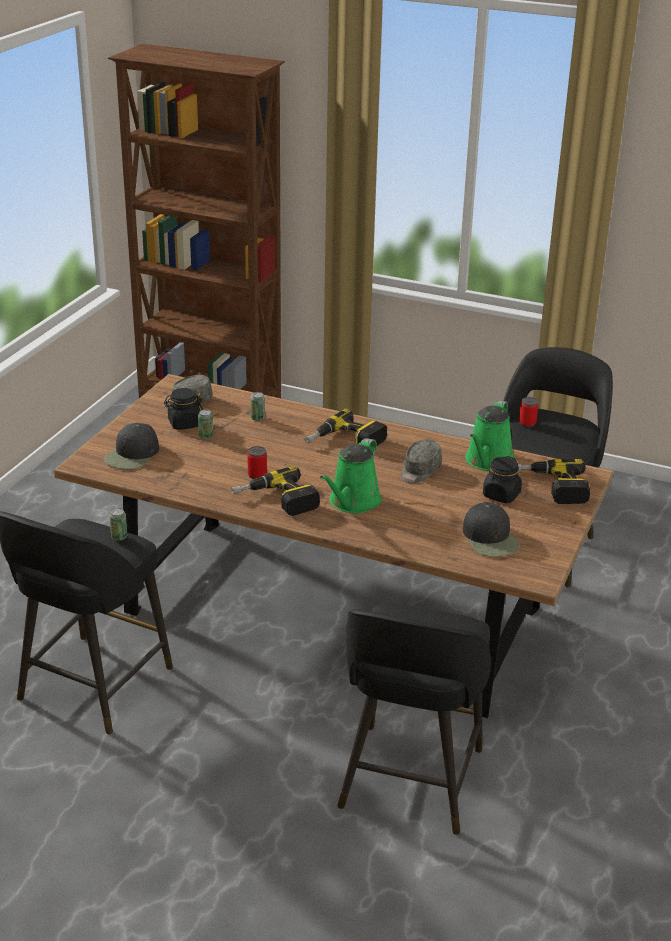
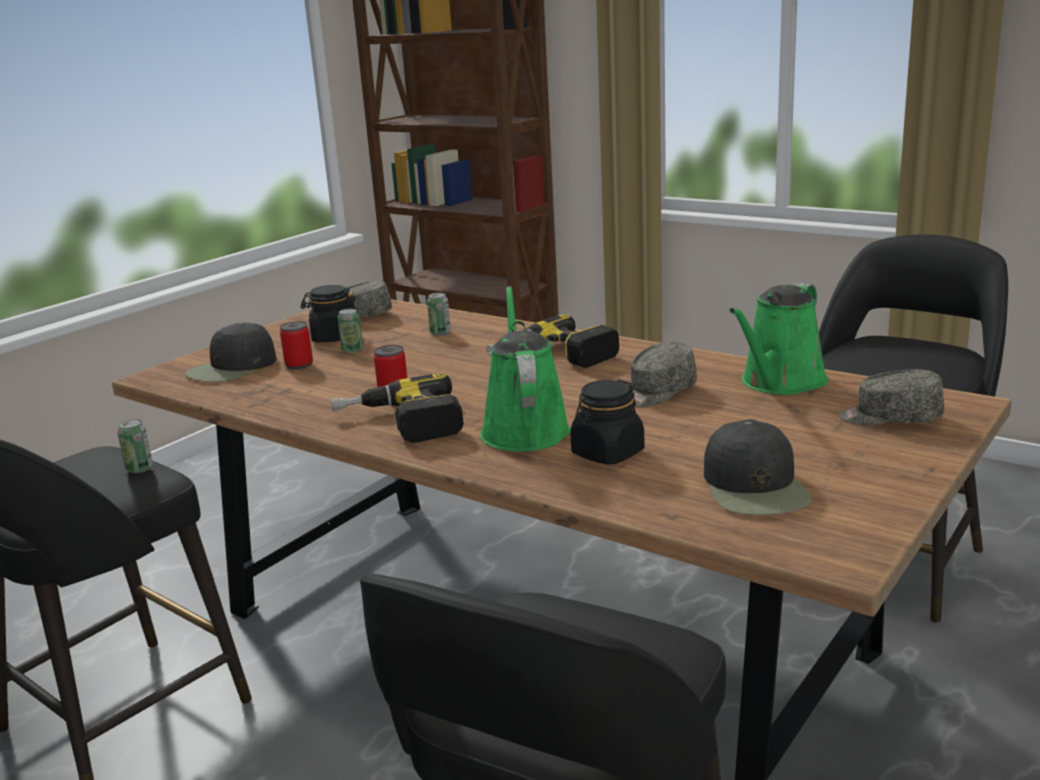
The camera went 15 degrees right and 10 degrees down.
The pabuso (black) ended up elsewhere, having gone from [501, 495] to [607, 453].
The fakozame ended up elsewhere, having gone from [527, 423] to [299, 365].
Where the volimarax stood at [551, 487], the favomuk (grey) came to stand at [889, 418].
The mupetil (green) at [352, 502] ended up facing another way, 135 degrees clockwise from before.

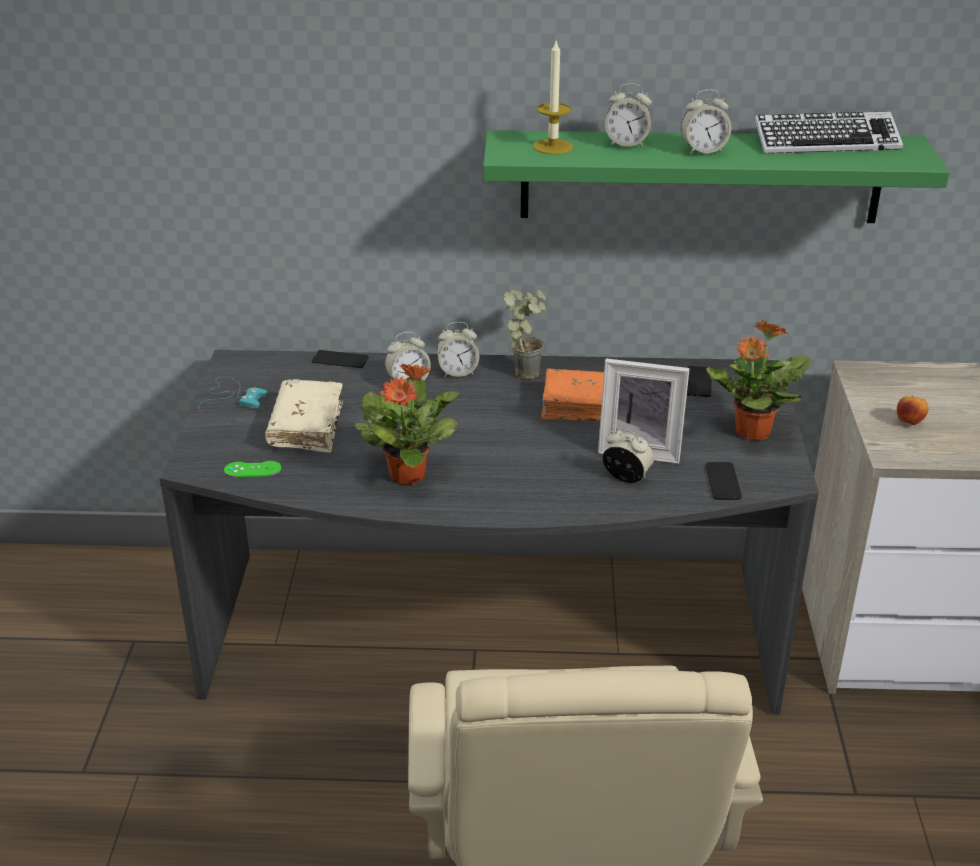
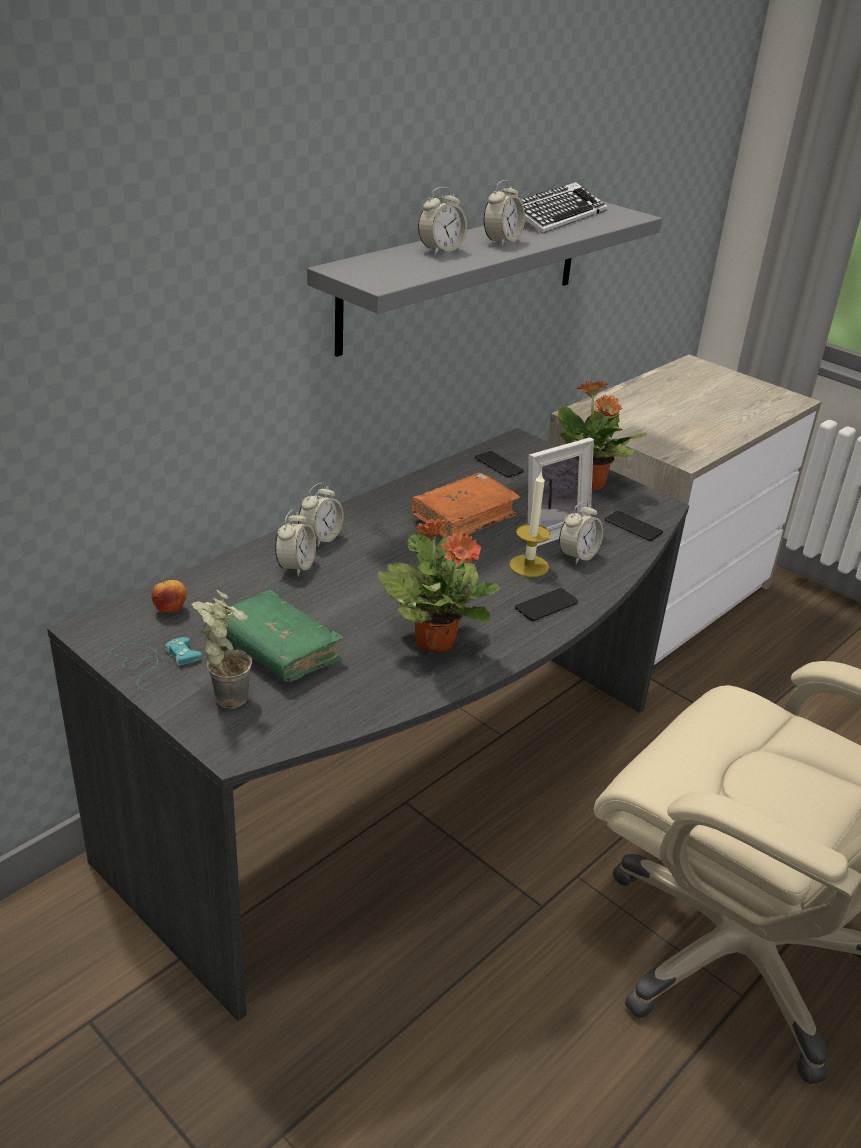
The camera went 50 degrees left and 0 degrees up.
The second view lost the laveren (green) at [252, 469].
The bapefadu ended up elsewhere, having gone from [340, 360] to [546, 605].
The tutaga ended up elsewhere, having gone from [527, 370] to [225, 694].
The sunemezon ended up elsewhere, having gone from [553, 147] to [529, 566].
The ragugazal ended up elsewhere, having gone from [909, 422] to [170, 610].
What was the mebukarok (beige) at [306, 426] turned into the mebukarok (green) at [277, 650].
What was the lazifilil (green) at [700, 176] turned into the lazifilil (grey) at [464, 273].
The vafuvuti at [626, 477] ended up facing another way, 150 degrees clockwise from before.

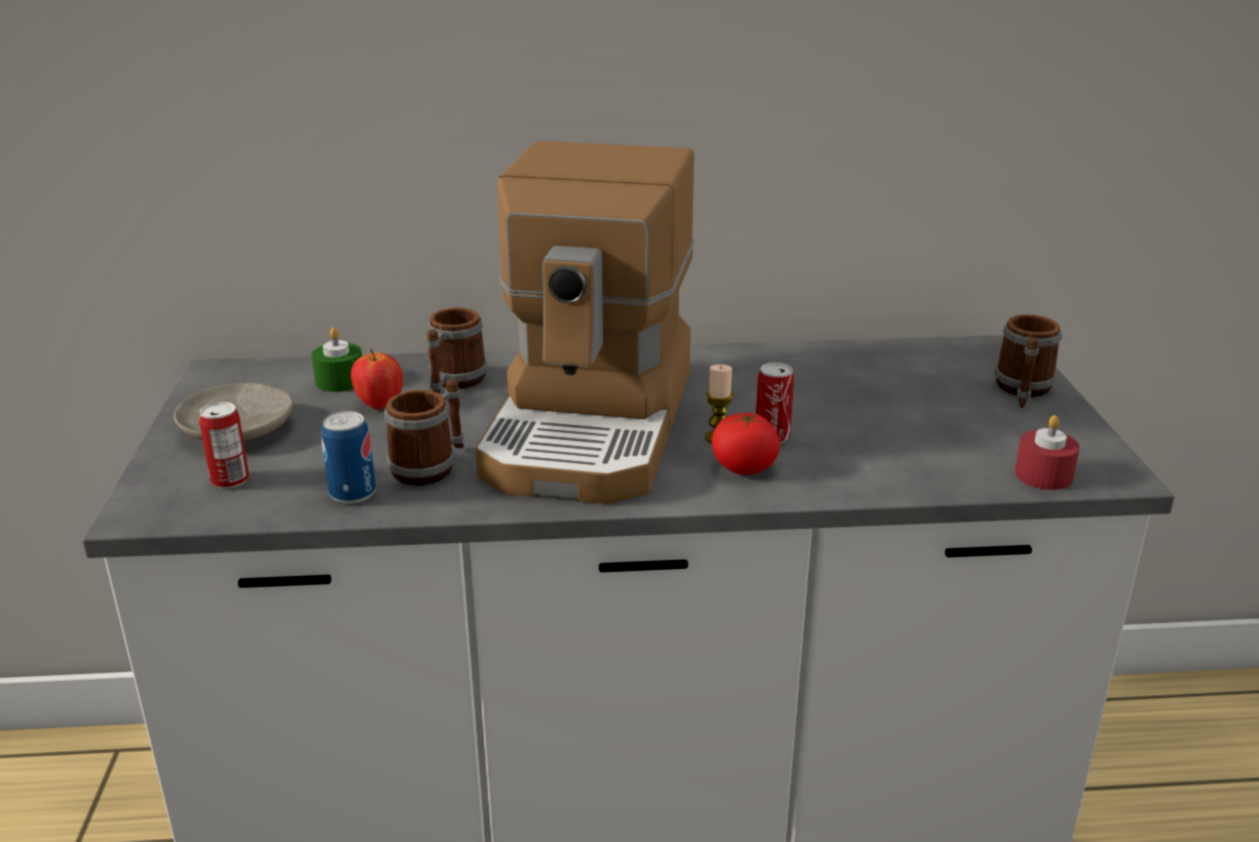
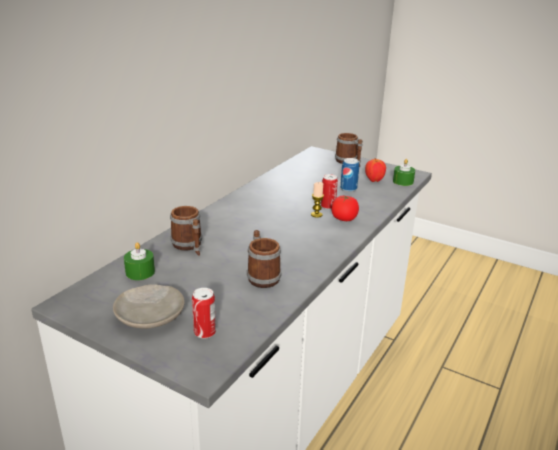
The camera went 55 degrees left and 0 degrees up.
The second view lost the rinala at [594, 425].
The fakozame ended up elsewhere, having gone from [352, 493] to [348, 189].
The ragugazal ended up elsewhere, having gone from [380, 405] to [374, 180].
What was the sunemezon (red) at [1043, 475] turned into the sunemezon (green) at [403, 181].

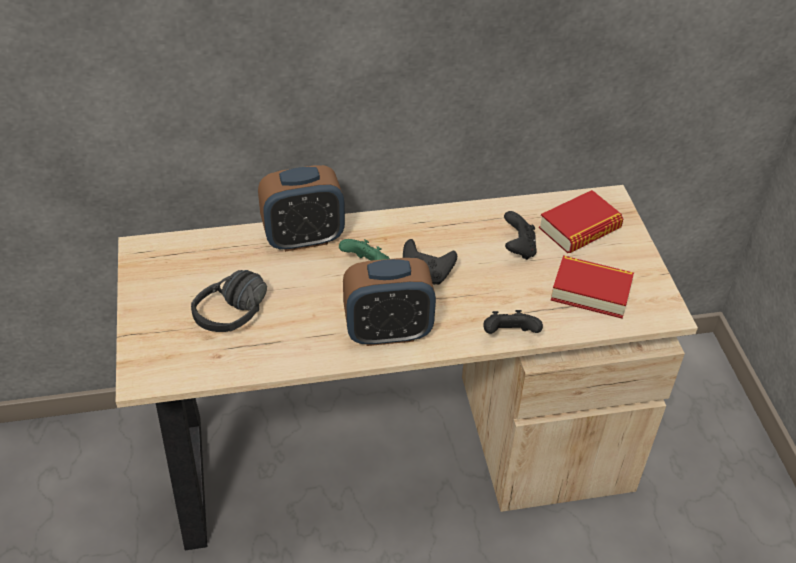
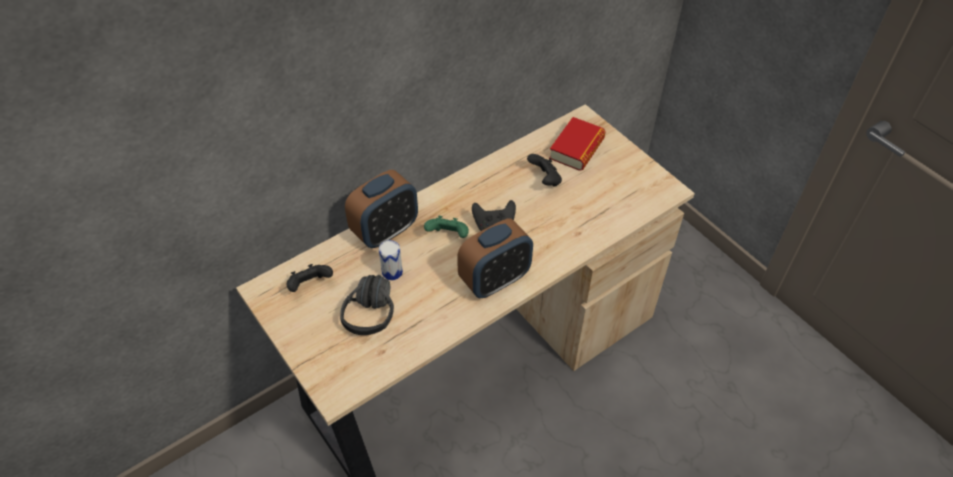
The camera went 25 degrees left and 5 degrees up.
The second view lost the mebukarok at [591, 292].
The second view gained the fakozame at [392, 272].
The laveren (black) ended up elsewhere, having gone from [509, 335] to [310, 285].

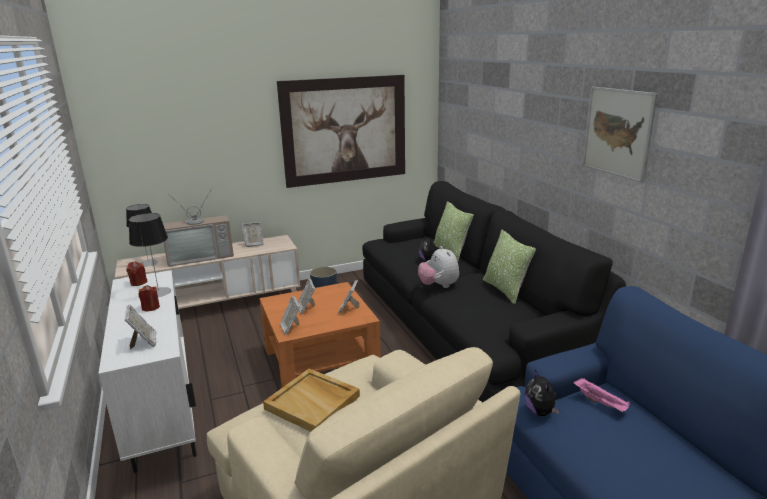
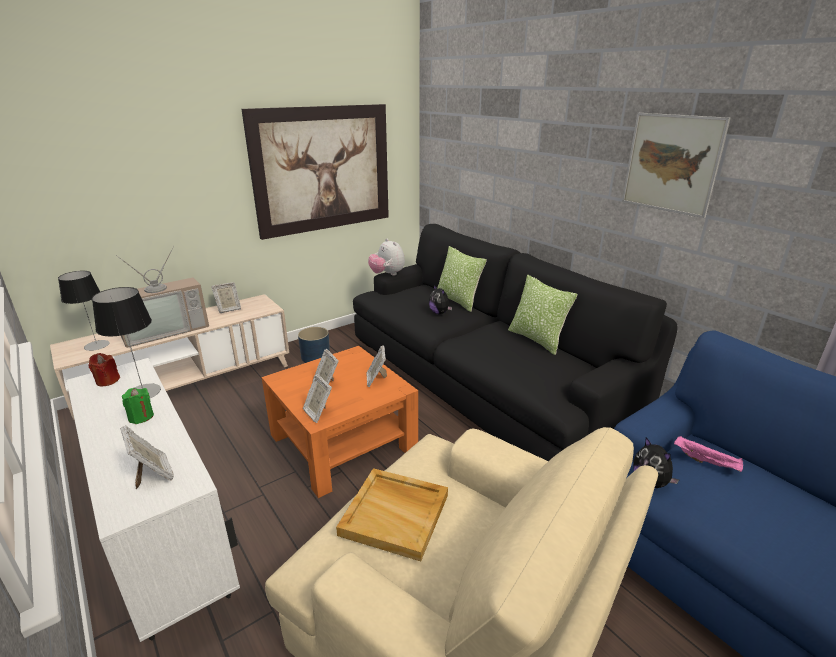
The camera went 15 degrees left and 5 degrees up.
The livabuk ended up elsewhere, having gone from [438, 286] to [387, 274].
What was the sunemezon (red) at [150, 307] turned into the sunemezon (green) at [141, 417].

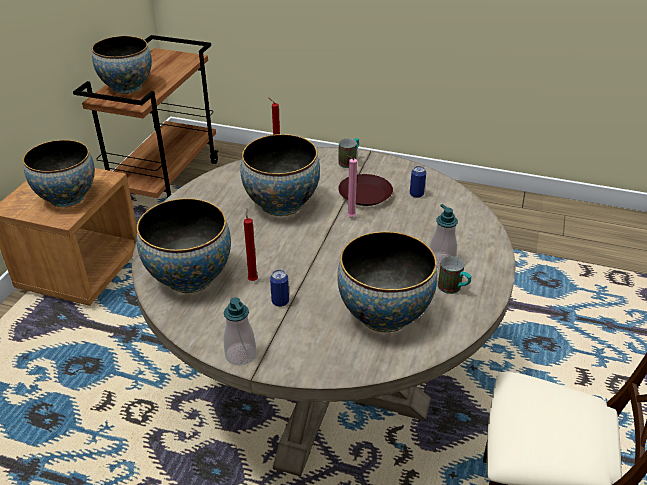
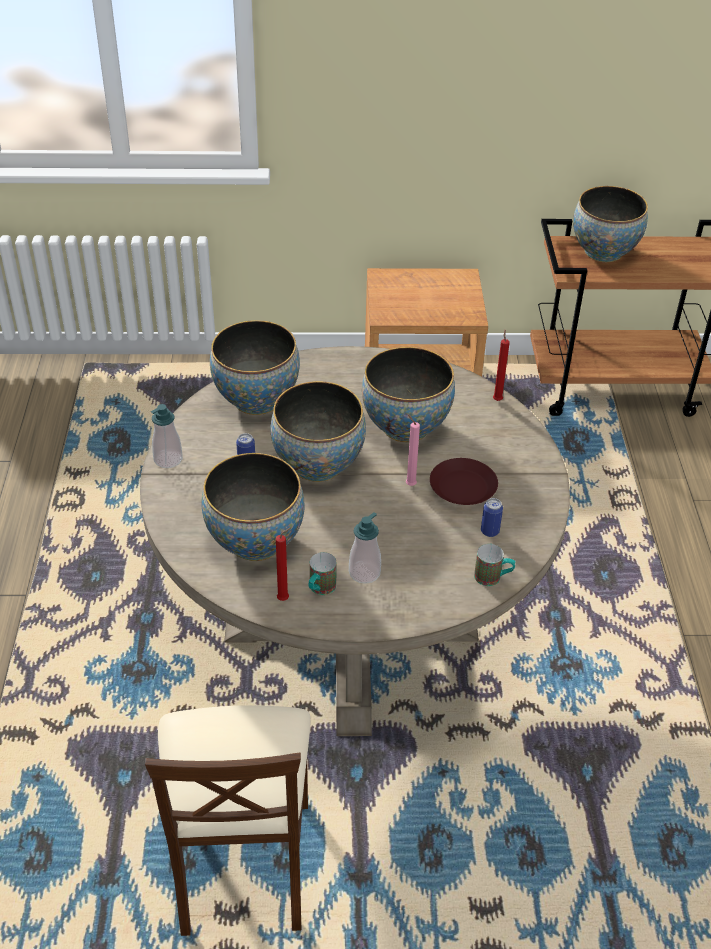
The camera went 70 degrees right and 5 degrees up.
The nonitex ended up elsewhere, having gone from [67, 197] to [318, 465].
The sunemezon (red) ended up elsewhere, having gone from [253, 279] to [285, 599].
The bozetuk ended up elsewhere, having gone from [349, 161] to [493, 578].

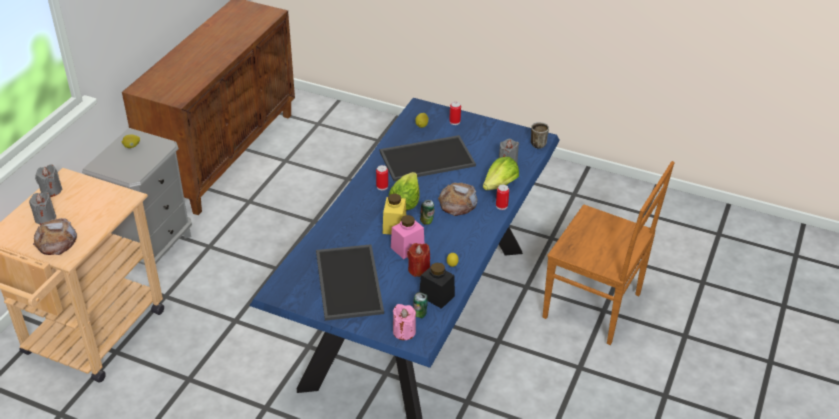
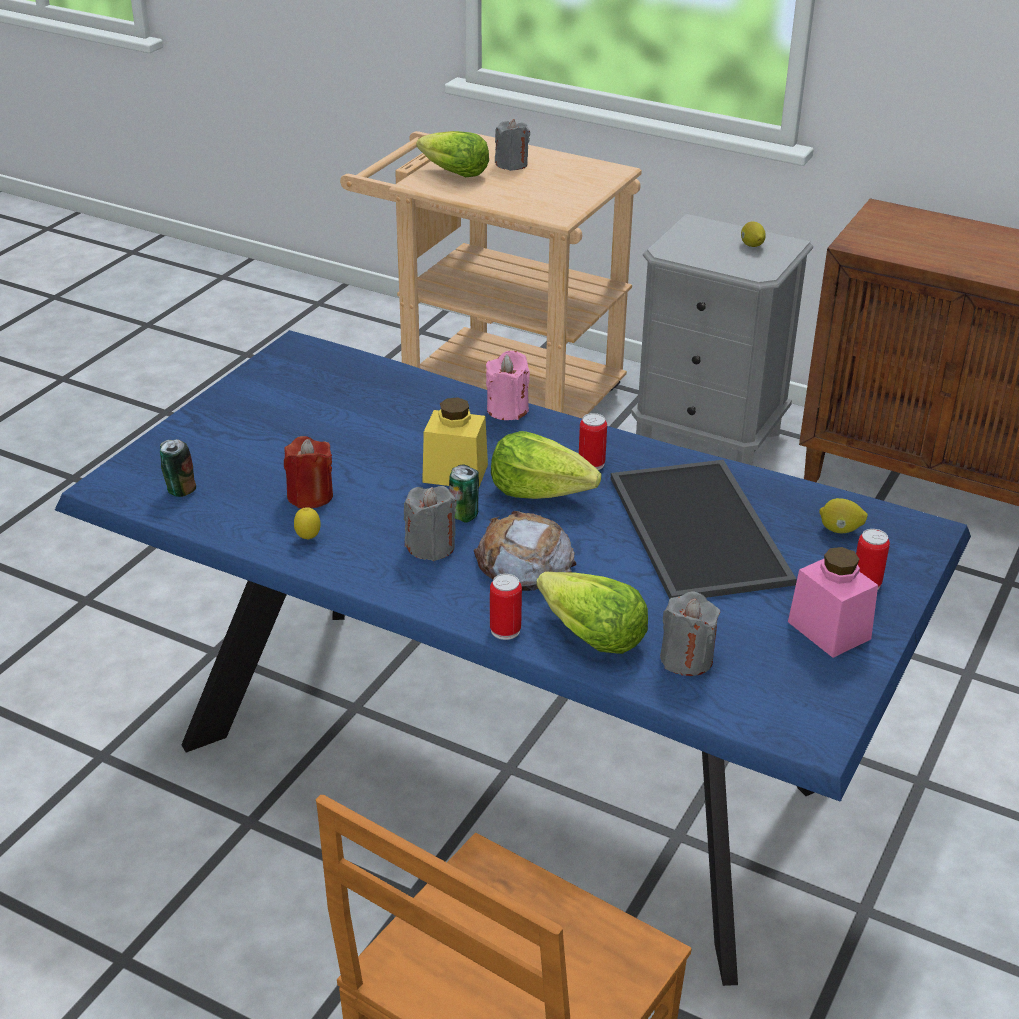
The camera went 95 degrees right and 5 degrees down.
The second view lost the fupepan at [347, 281].
The second view lost the pabuso (black) at [436, 296].
The second view lost the bozetuk at [538, 143].
The sunemezon (grey) ended up elsewhere, having gone from [51, 191] to [431, 546].
The pabuso (pink) ended up elsewhere, having gone from [407, 248] to [829, 630].
The sunemezon (pink) ended up elsewhere, having gone from [404, 332] to [507, 409].
Where the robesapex stood at [56, 241], the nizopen came to stand at [453, 173].

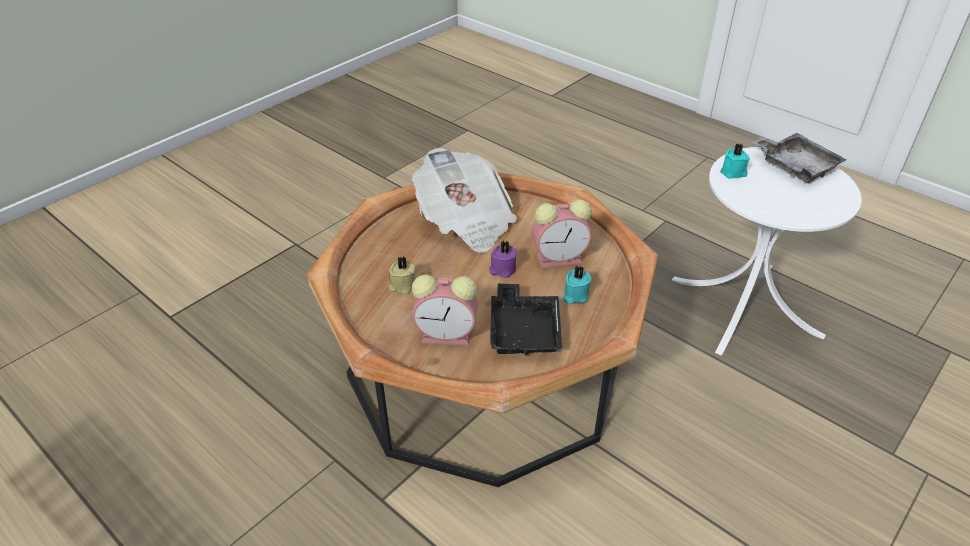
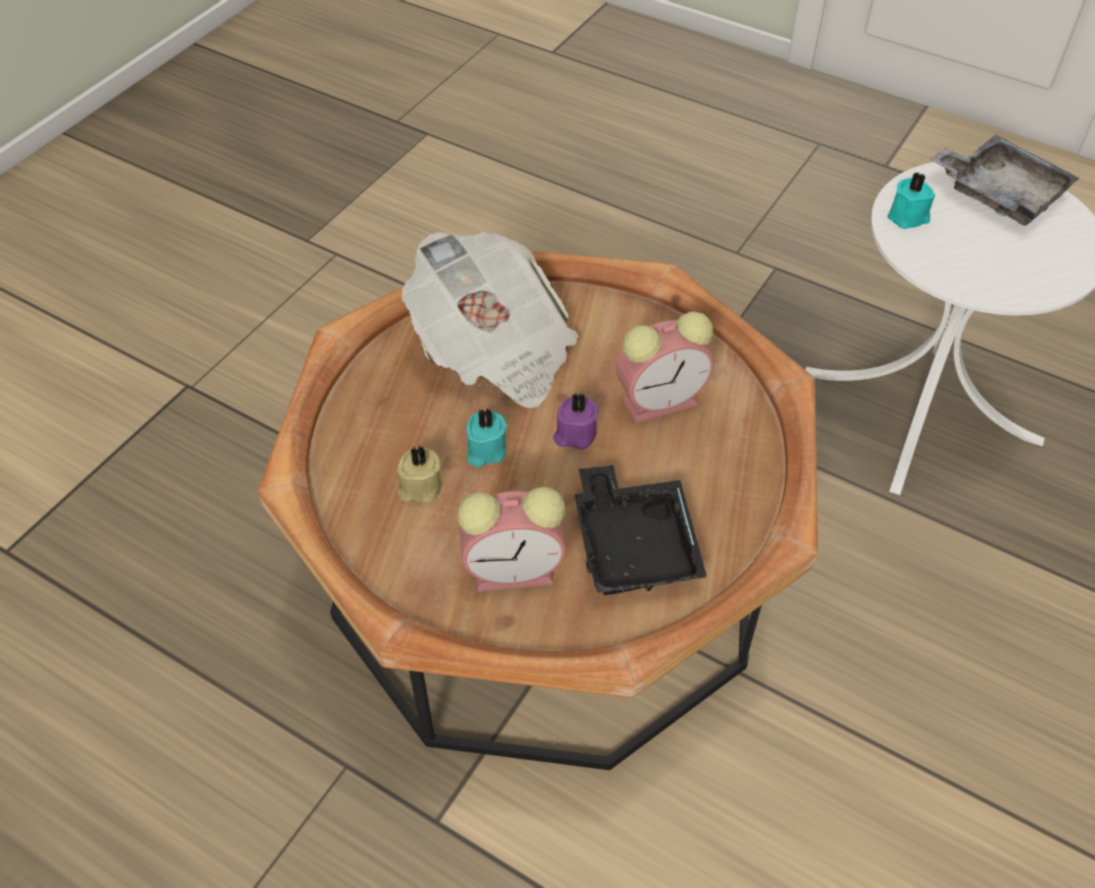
The camera went 10 degrees left and 10 degrees up.
The sunemezon (turquoise) ended up elsewhere, having gone from [574, 295] to [485, 450].

